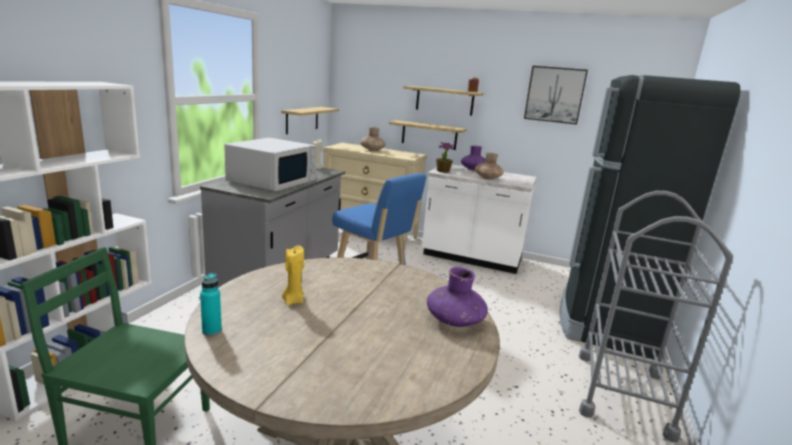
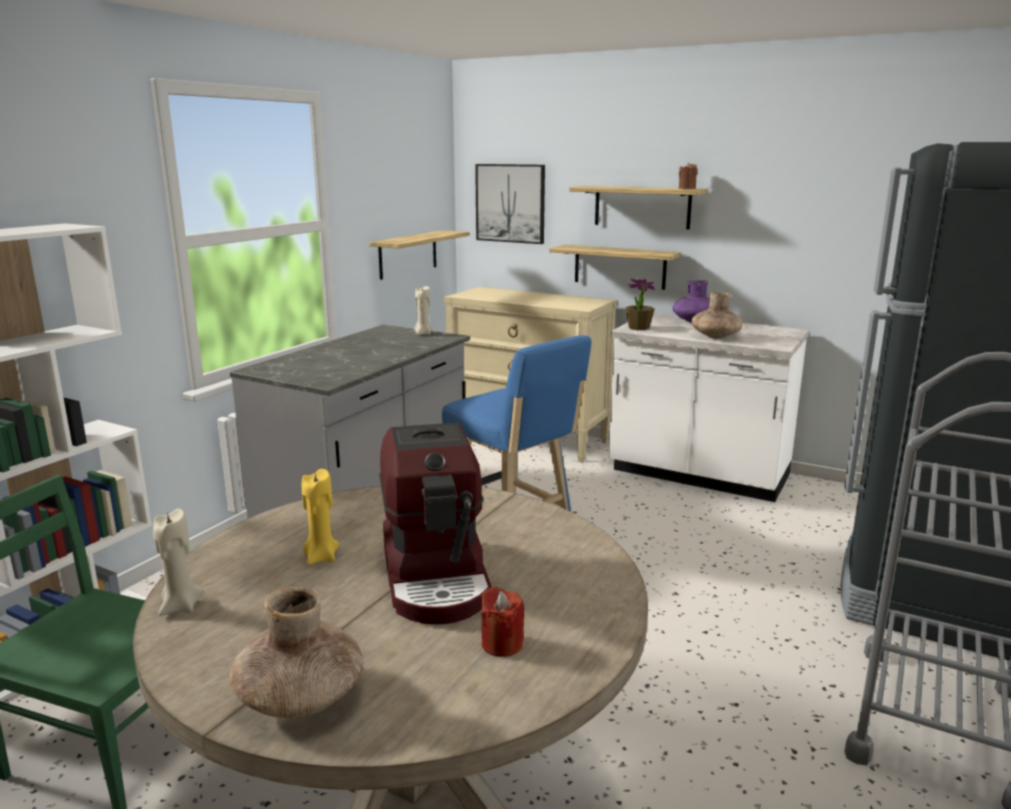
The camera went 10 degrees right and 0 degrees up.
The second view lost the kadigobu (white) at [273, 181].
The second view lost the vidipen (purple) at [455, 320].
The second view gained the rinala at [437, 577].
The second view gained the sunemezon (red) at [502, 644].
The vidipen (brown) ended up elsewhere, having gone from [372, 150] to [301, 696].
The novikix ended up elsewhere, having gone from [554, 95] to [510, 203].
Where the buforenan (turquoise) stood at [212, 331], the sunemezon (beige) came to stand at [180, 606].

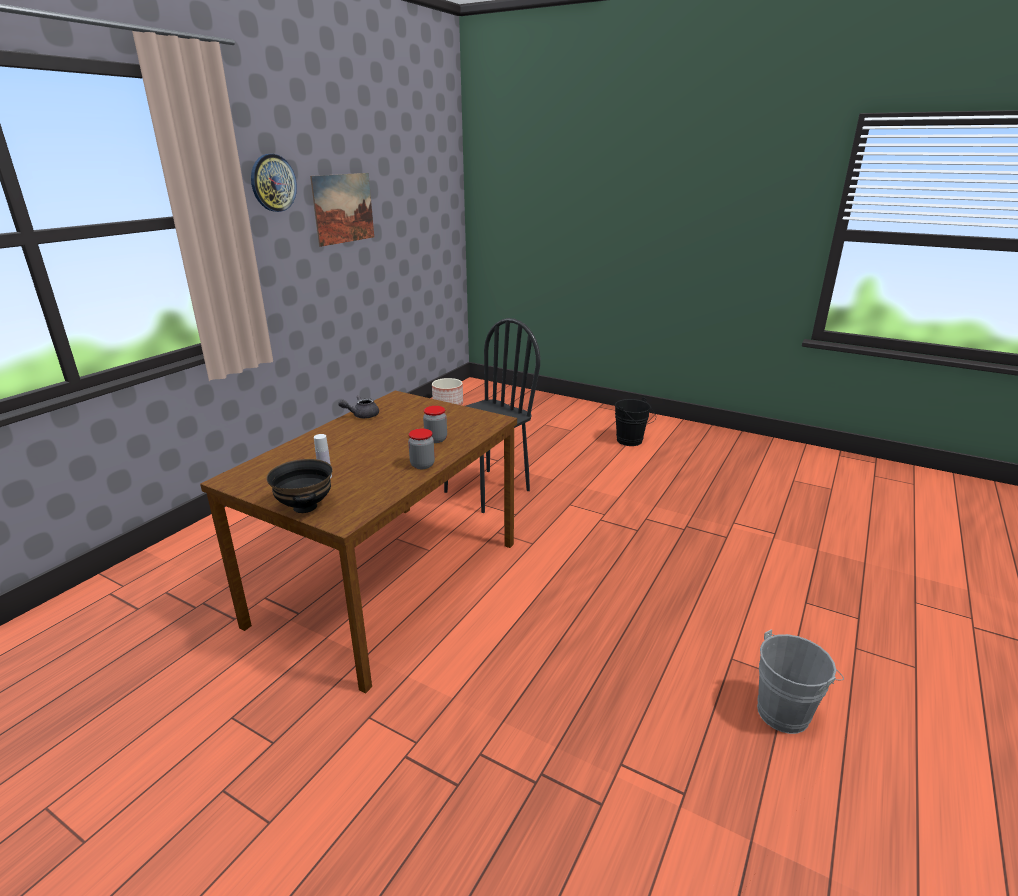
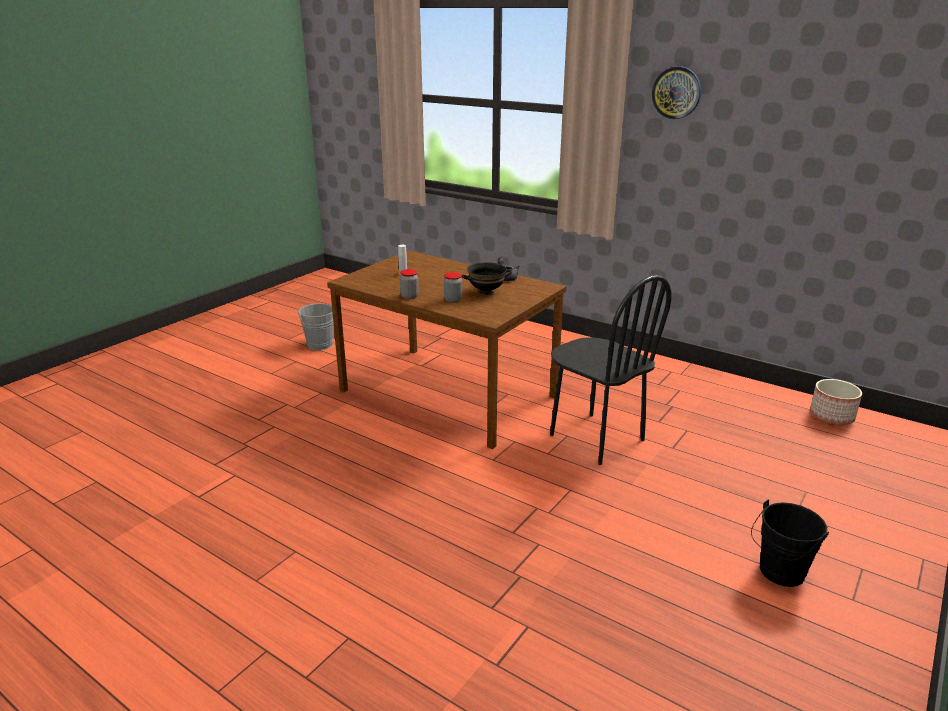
The camera went 95 degrees right and 0 degrees up.
The second view lost the novikix at [343, 208].
The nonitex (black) ended up elsewhere, having gone from [304, 507] to [486, 292].
The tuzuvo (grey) ended up elsewhere, having gone from [787, 711] to [320, 346].

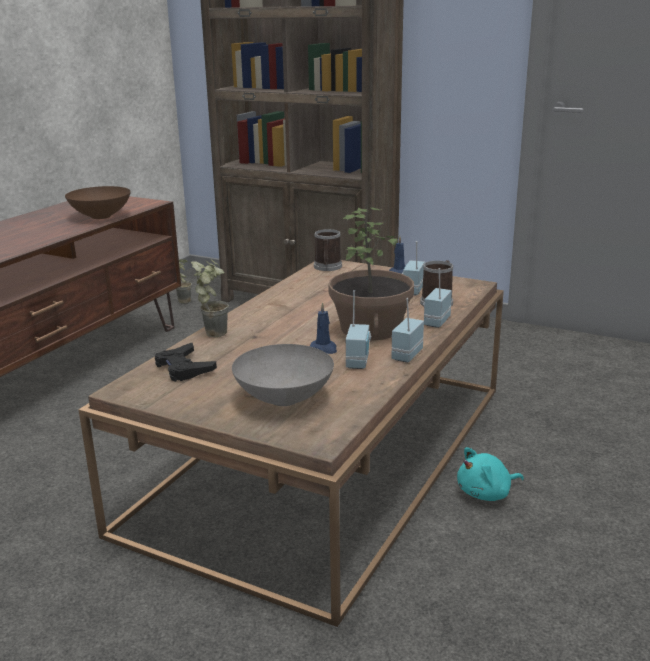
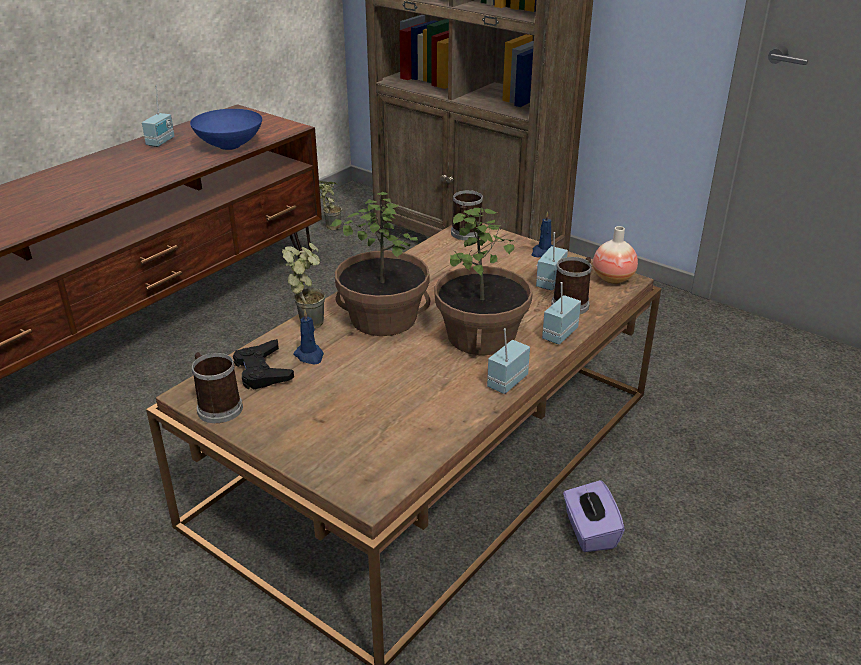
The camera went 10 degrees right and 10 degrees up.
The second view lost the nonitex (grey) at [284, 399].
The second view gained the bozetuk at [217, 406].
The second view gained the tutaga at [384, 318].
The second view gained the vidipen at [613, 278].
The sunemezon (blue) ended up elsewhere, having gone from [324, 349] to [310, 356].
The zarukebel ended up elsewhere, having gone from [359, 361] to [161, 142].
Where the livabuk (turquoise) stood at [486, 493], the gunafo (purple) came to stand at [589, 531].
What was the nonitex (brown) at [100, 216] turned into the nonitex (blue) at [228, 146].

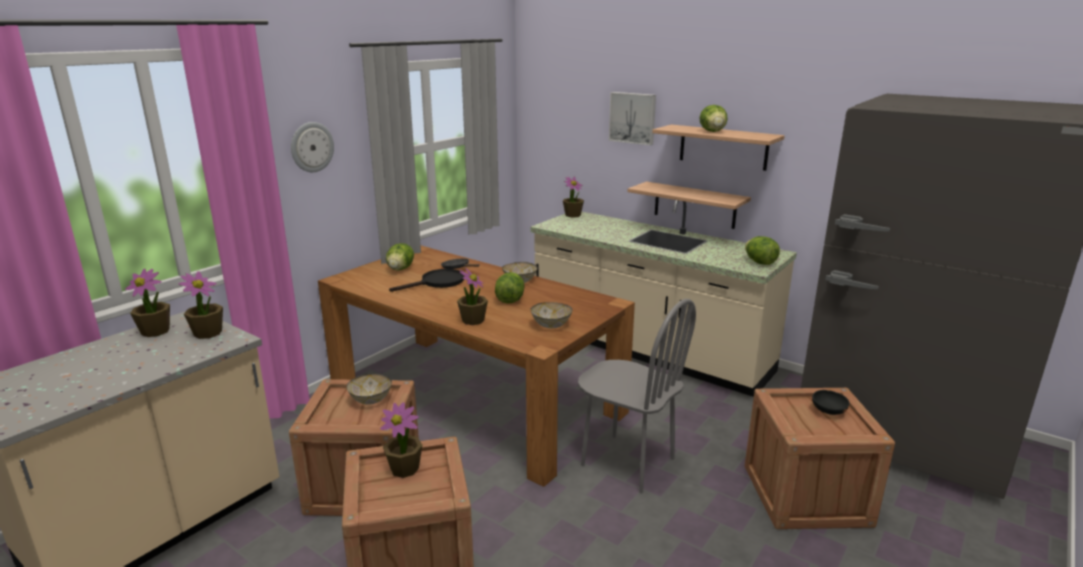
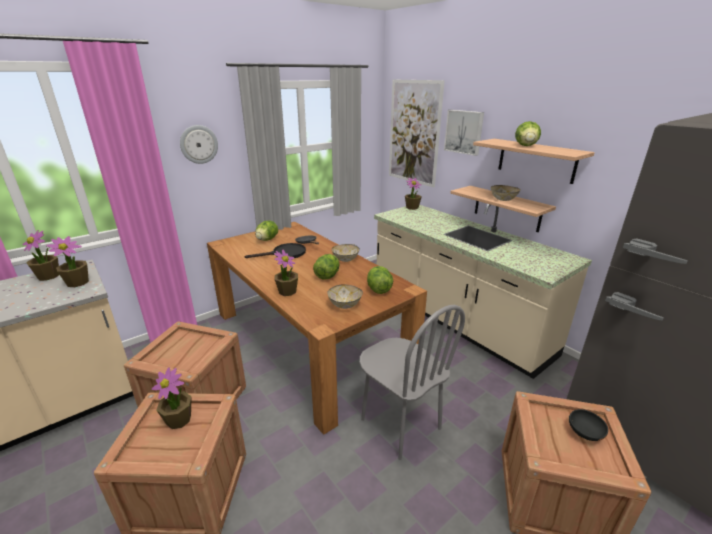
The camera went 15 degrees right and 5 degrees up.
The second view gained the novikix at [414, 133].
The nonitex ended up elsewhere, having gone from [371, 400] to [503, 199].
The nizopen ended up elsewhere, having gone from [760, 262] to [379, 289].

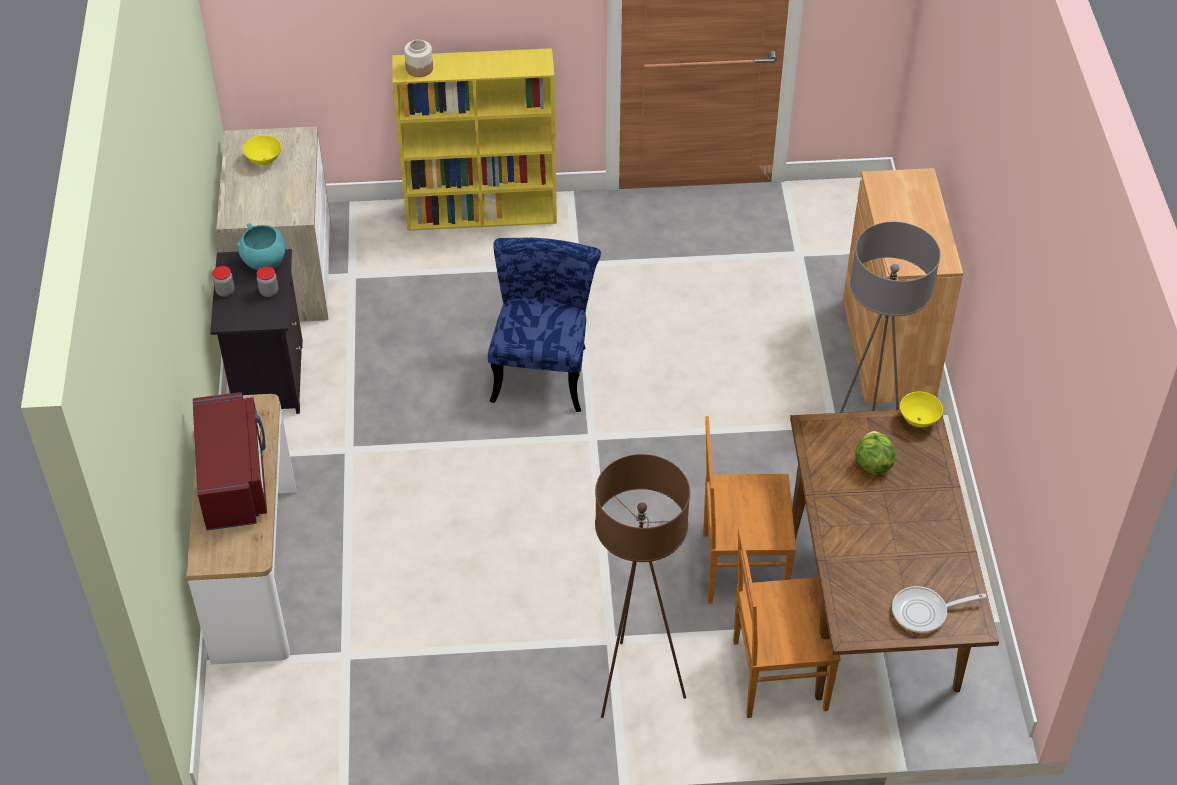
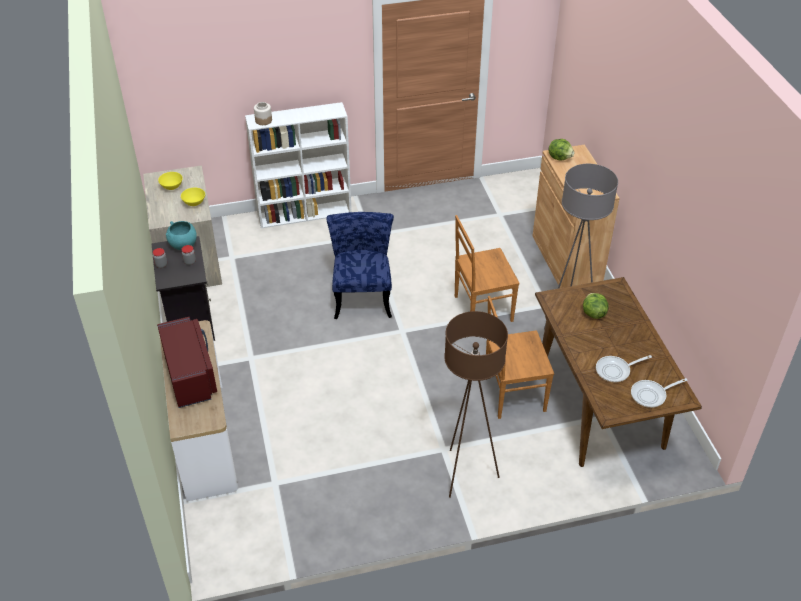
The camera went 10 degrees left and 5 degrees down.
The second view gained the nizopen at [560, 157].
The second view gained the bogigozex at [615, 371].
The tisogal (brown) ended up elsewhere, having gone from [776, 675] to [481, 309].
The nonitex (yellow) ended up elsewhere, having gone from [918, 420] to [194, 203].
What was the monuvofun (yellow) at [483, 213] turned into the monuvofun (white) at [305, 213].

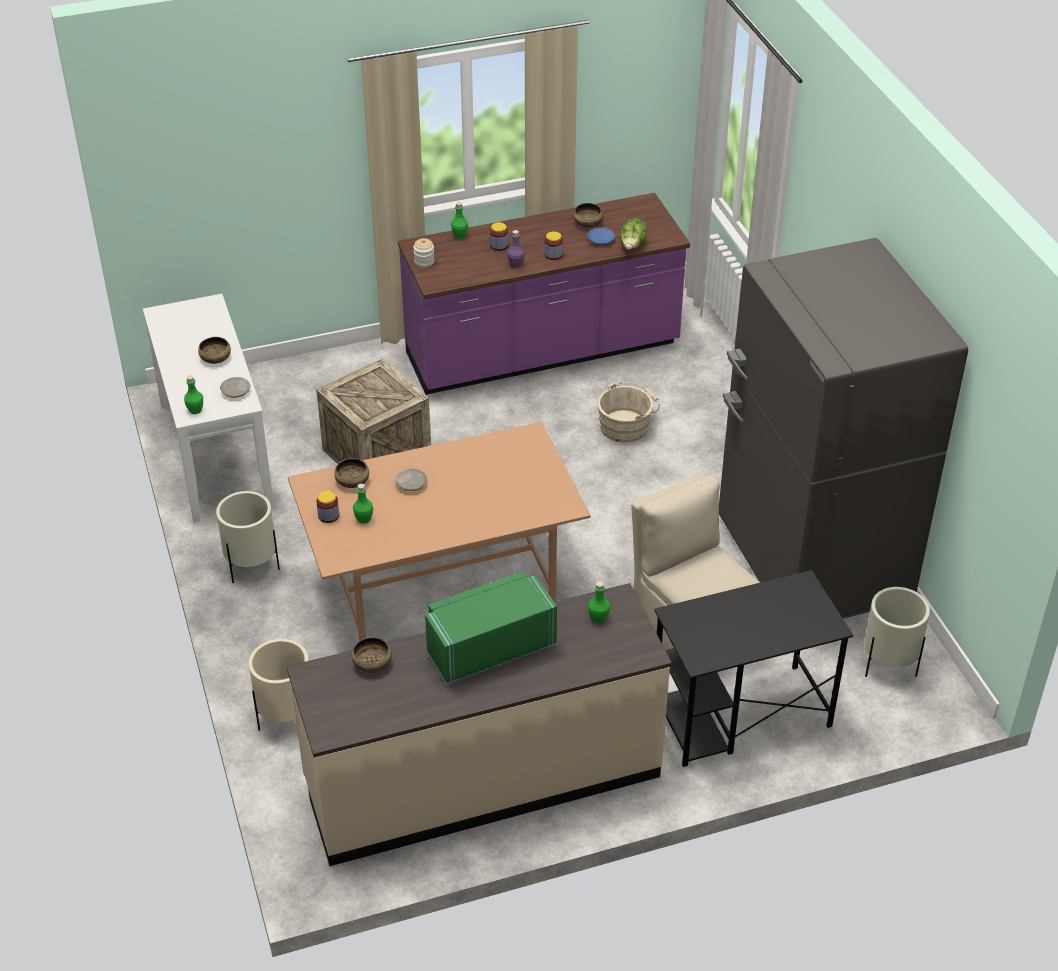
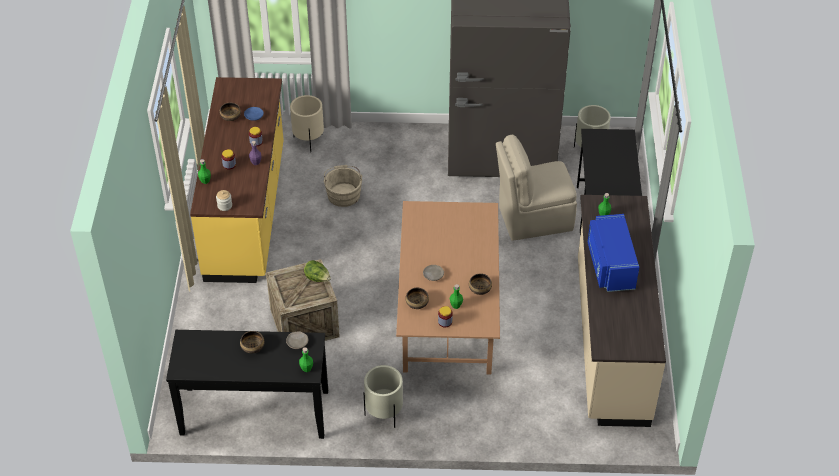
The camera went 70 degrees left and 5 degrees up.
The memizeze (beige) ended up elsewhere, having gone from [286, 718] to [309, 141].
The nonitex ended up elsewhere, having gone from [372, 663] to [480, 289].
The nizopen ended up elsewhere, having gone from [632, 246] to [317, 278].
What was the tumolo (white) at [214, 453] turned into the tumolo (black) at [254, 413].
What was the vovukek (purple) at [543, 352] turned into the vovukek (yellow) at [247, 212].
What was the kadigobu (green) at [489, 647] turned into the kadigobu (blue) at [609, 265].

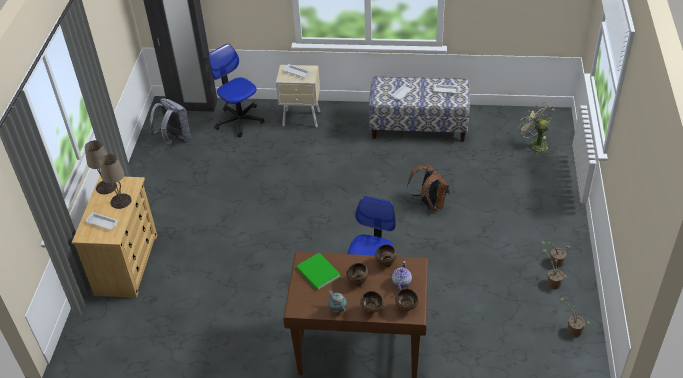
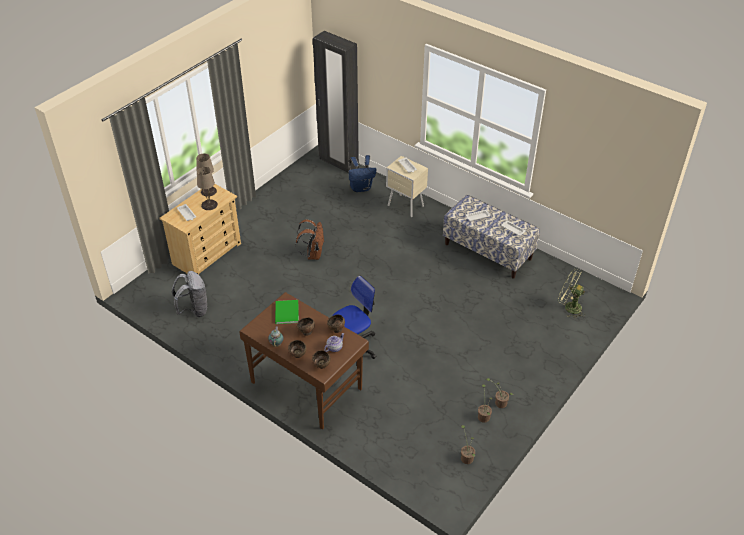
The camera went 30 degrees right and 0 degrees up.
The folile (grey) ended up elsewhere, having gone from [175, 140] to [194, 309].
The folile (brown) ended up elsewhere, having gone from [429, 204] to [313, 254].
Where the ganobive stood at [239, 120], the folile (blue) came to stand at [361, 188].
The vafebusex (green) at [535, 144] ended up facing another way, 60 degrees counterclockwise from before.

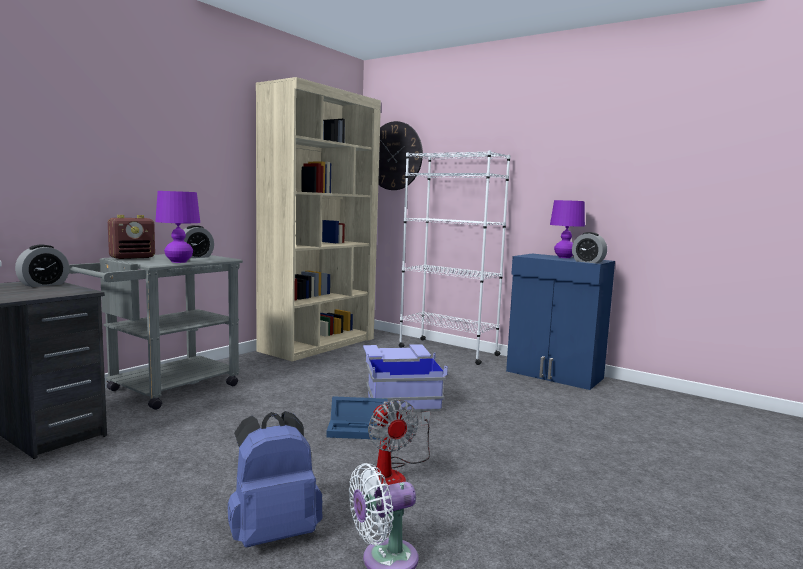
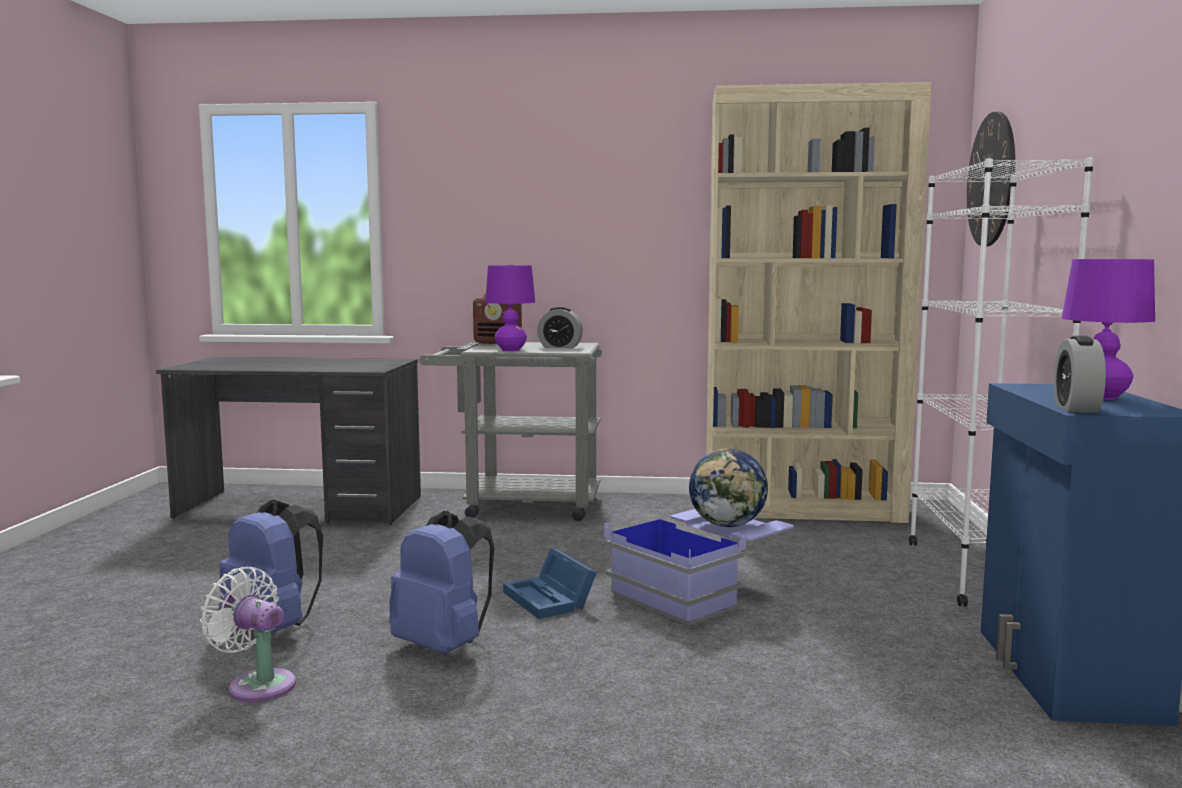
The camera went 60 degrees right and 0 degrees up.
The second view lost the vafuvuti at [43, 284].
The second view gained the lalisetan at [728, 525].
Where the vafebusex stood at [393, 475], the folile (blue) came to stand at [444, 646].

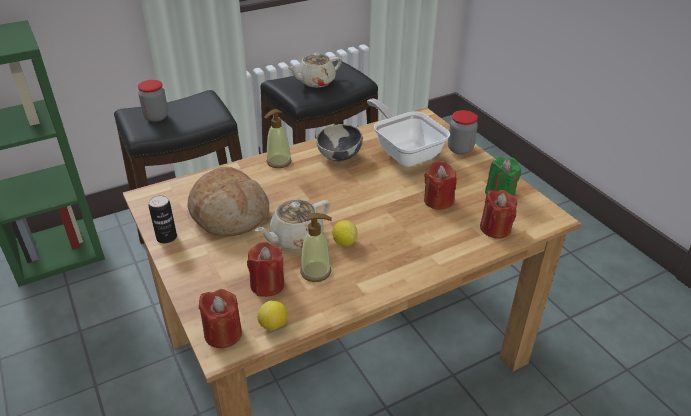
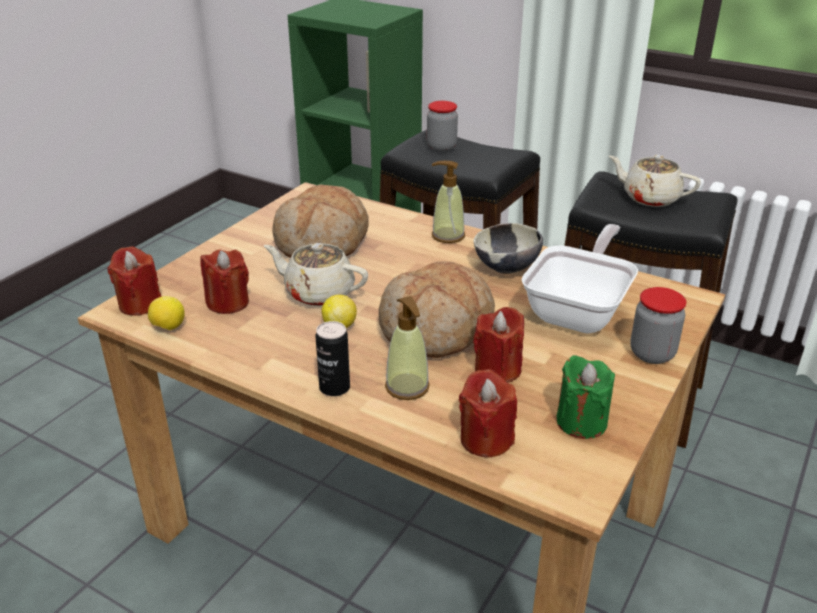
The camera went 60 degrees right and 5 degrees down.
The second view gained the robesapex at [437, 328].
The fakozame ended up elsewhere, having gone from [166, 237] to [334, 388].
The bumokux ended up elsewhere, having gone from [316, 272] to [407, 387].

